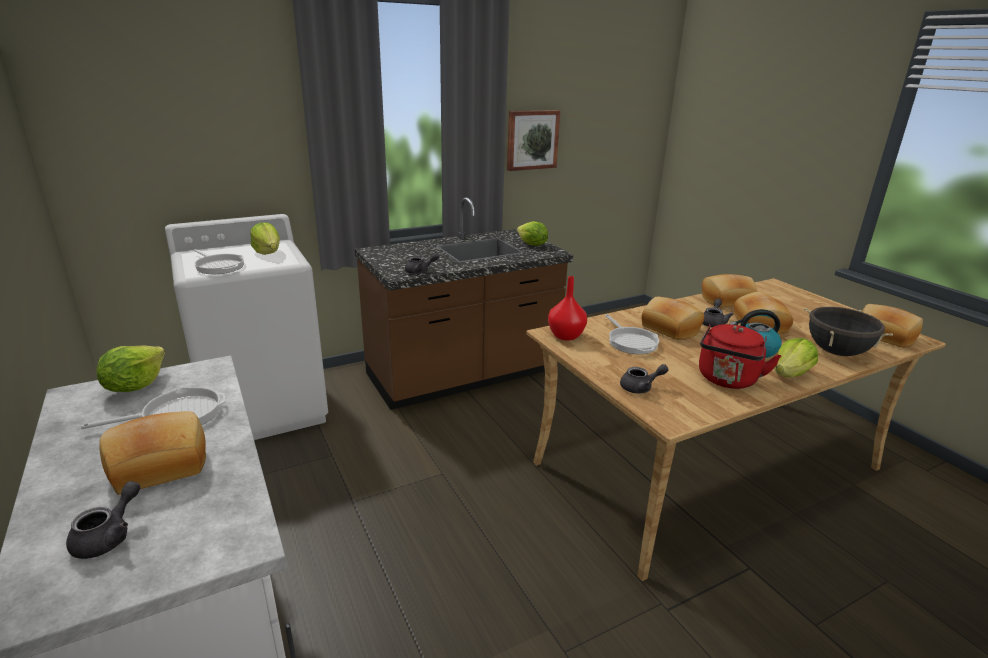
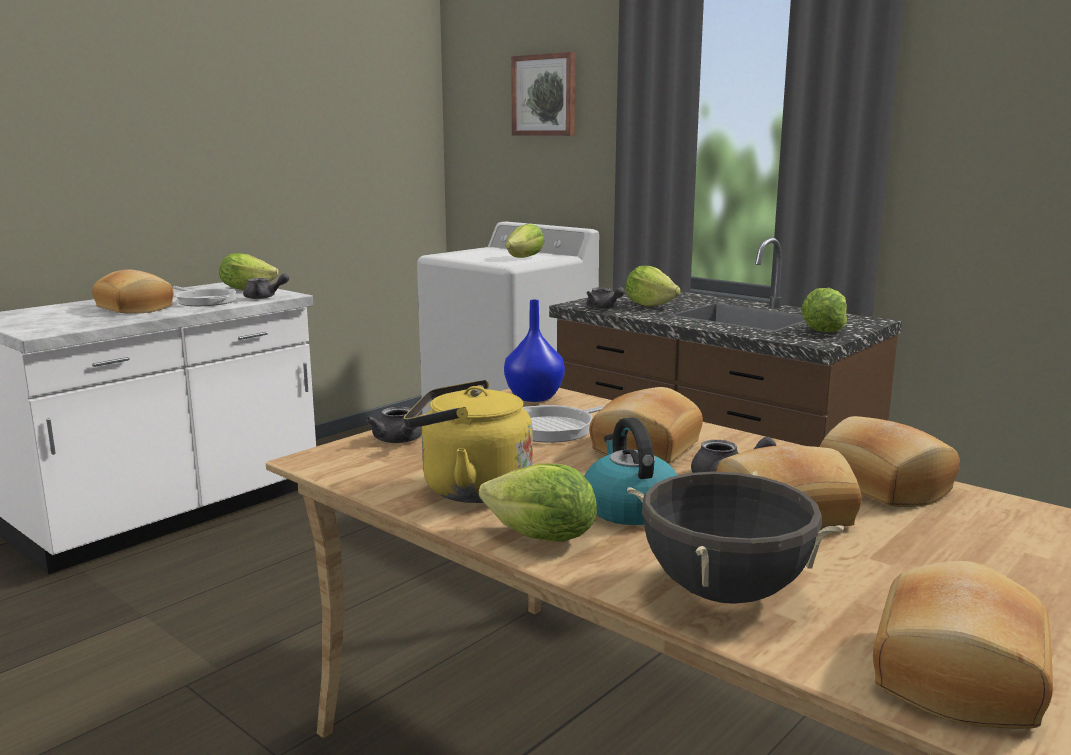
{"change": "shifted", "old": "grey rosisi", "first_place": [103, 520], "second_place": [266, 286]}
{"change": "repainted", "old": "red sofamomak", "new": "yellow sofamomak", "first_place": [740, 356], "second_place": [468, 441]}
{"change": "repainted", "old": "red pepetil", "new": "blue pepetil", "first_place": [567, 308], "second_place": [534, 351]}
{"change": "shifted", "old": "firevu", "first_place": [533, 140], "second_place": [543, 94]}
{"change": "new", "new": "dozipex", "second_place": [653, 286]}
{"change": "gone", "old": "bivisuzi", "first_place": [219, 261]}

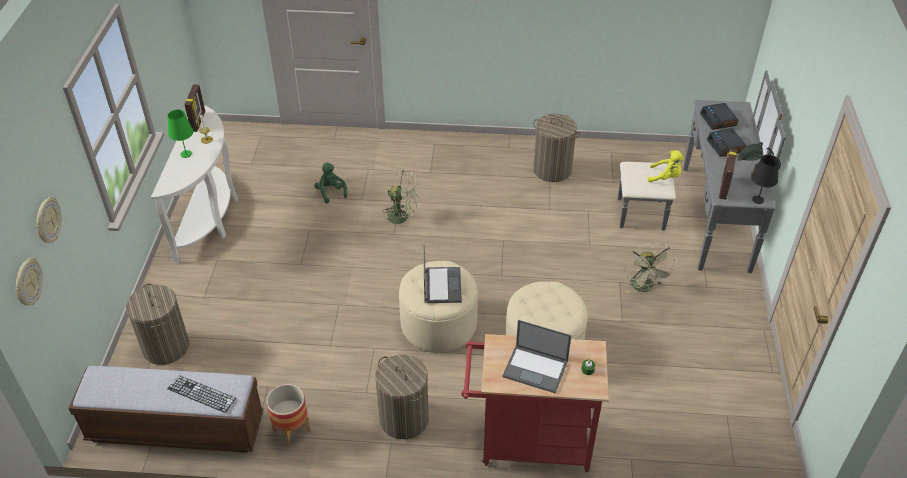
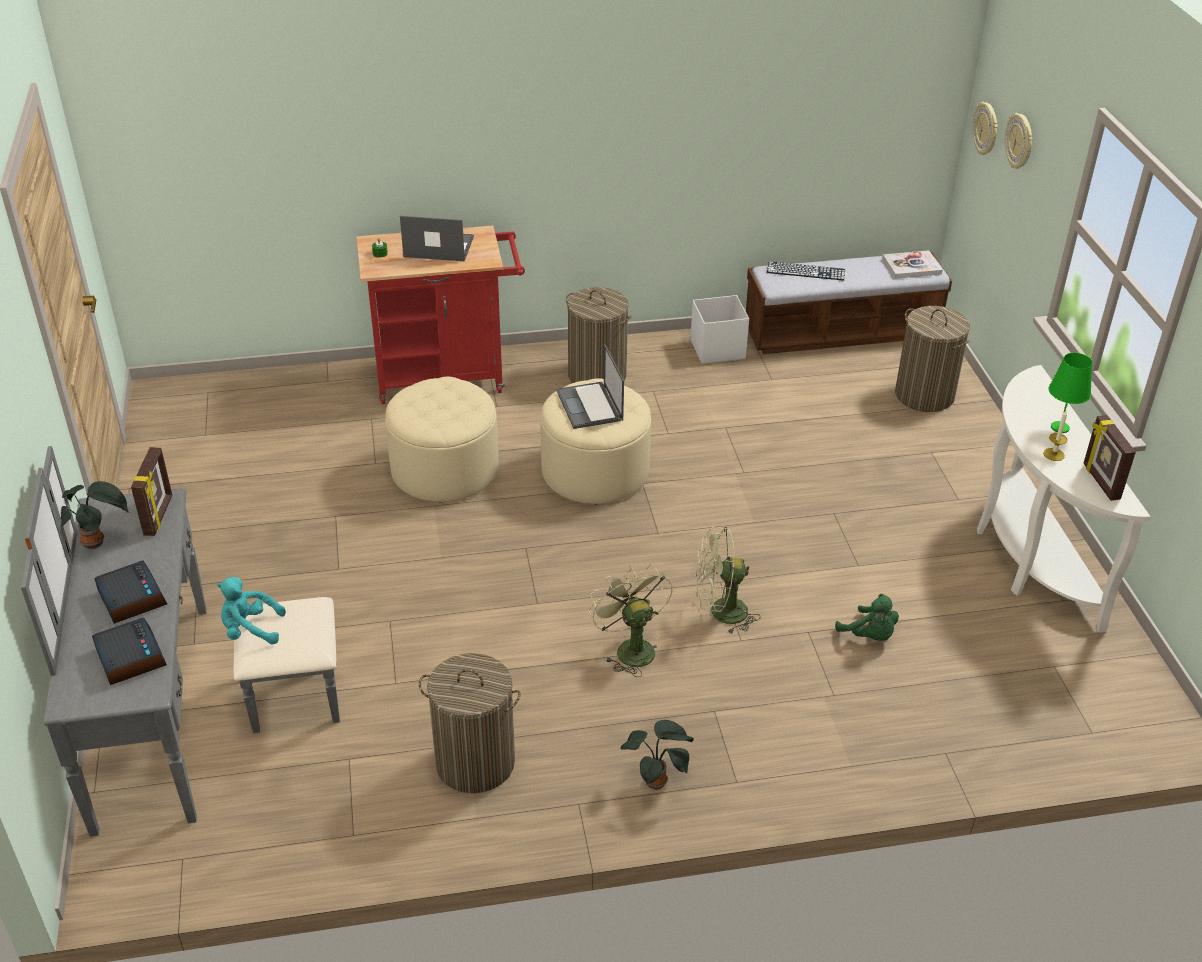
{"change": "repainted", "old": "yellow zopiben", "new": "turquoise zopiben", "first_place": [666, 166], "second_place": [251, 611]}
{"change": "shifted", "old": "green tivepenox", "first_place": [650, 268], "second_place": [630, 620]}
{"change": "new", "new": "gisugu", "second_place": [657, 755]}
{"change": "swapped", "old": "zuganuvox", "new": "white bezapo", "first_place": [288, 415], "second_place": [719, 329]}
{"change": "new", "new": "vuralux", "second_place": [912, 264]}
{"change": "gone", "old": "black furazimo", "first_place": [765, 179]}

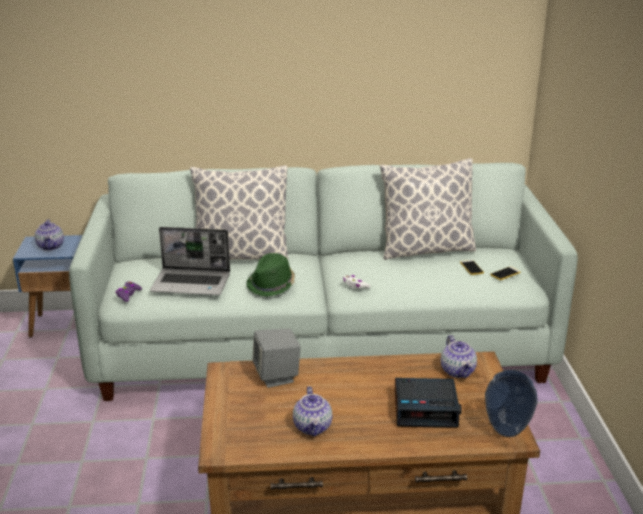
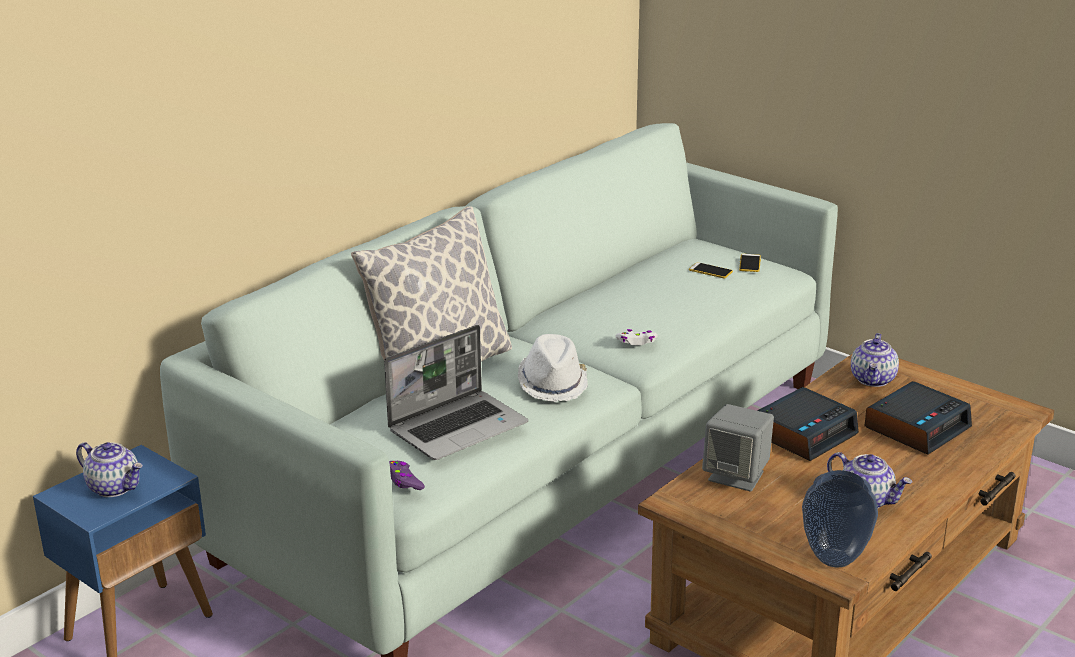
{"change": "repainted", "old": "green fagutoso", "new": "white fagutoso", "first_place": [270, 275], "second_place": [553, 368]}
{"change": "new", "new": "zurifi", "second_place": [808, 424]}
{"change": "shifted", "old": "pepetil", "first_place": [511, 403], "second_place": [840, 518]}
{"change": "rotated", "old": "rosisi", "first_place": [459, 356], "second_place": [875, 360], "degrees": 75}
{"change": "gone", "old": "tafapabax", "first_place": [428, 209]}

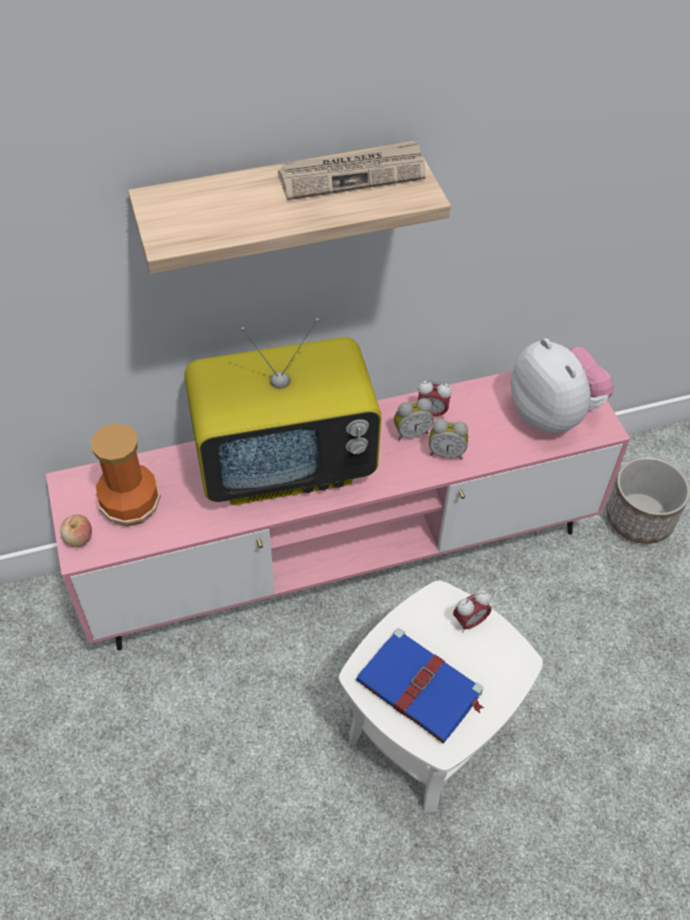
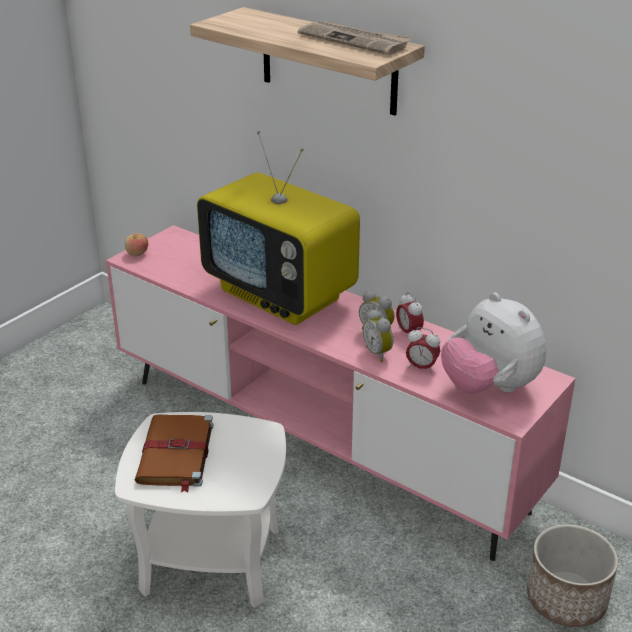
{"change": "repainted", "old": "blue vuralux", "new": "brown vuralux", "first_place": [420, 685], "second_place": [174, 453]}
{"change": "shifted", "old": "zurifi", "first_place": [472, 611], "second_place": [423, 350]}
{"change": "rotated", "old": "zopiben", "first_place": [562, 385], "second_place": [494, 343], "degrees": 120}
{"change": "gone", "old": "pepetil", "first_place": [126, 474]}

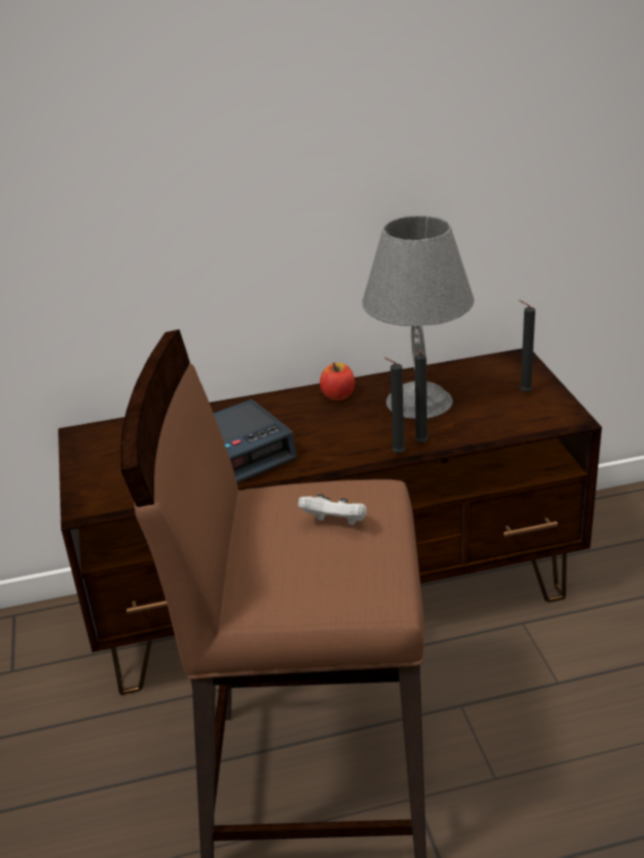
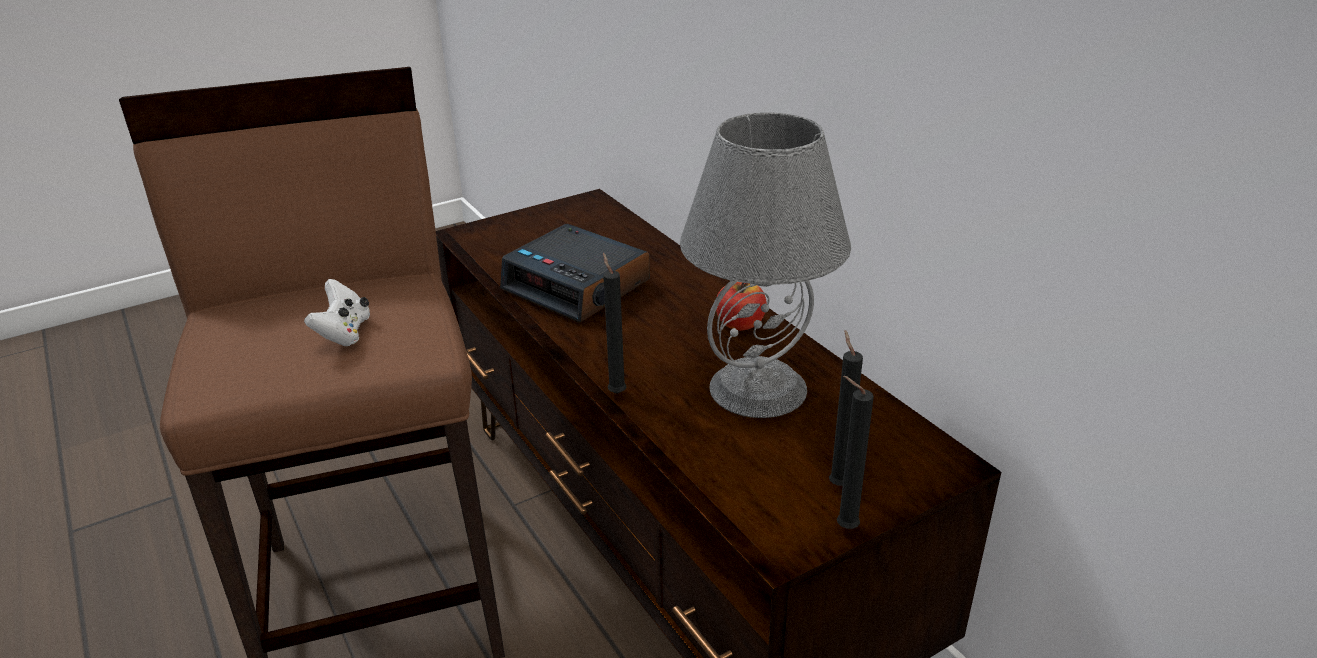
{"change": "shifted", "old": "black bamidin", "first_place": [421, 397], "second_place": [855, 452]}

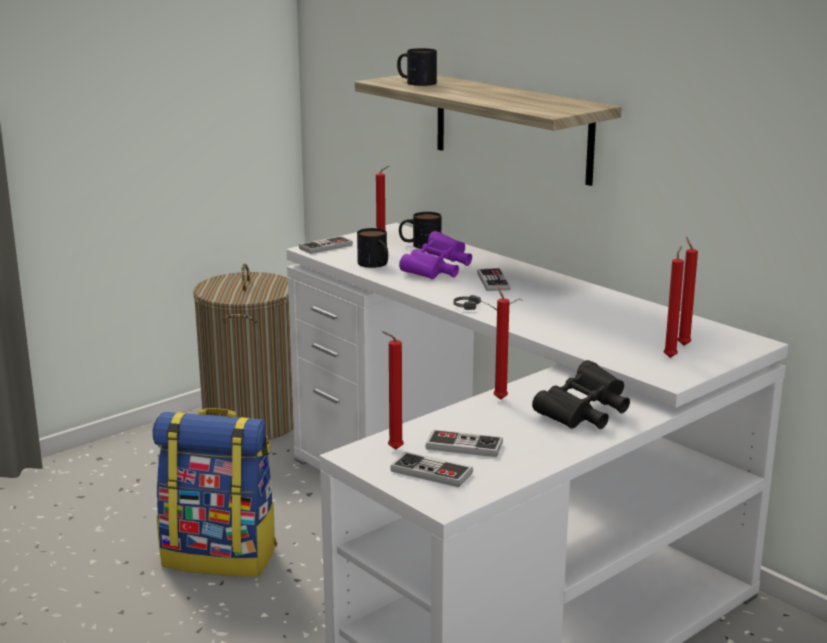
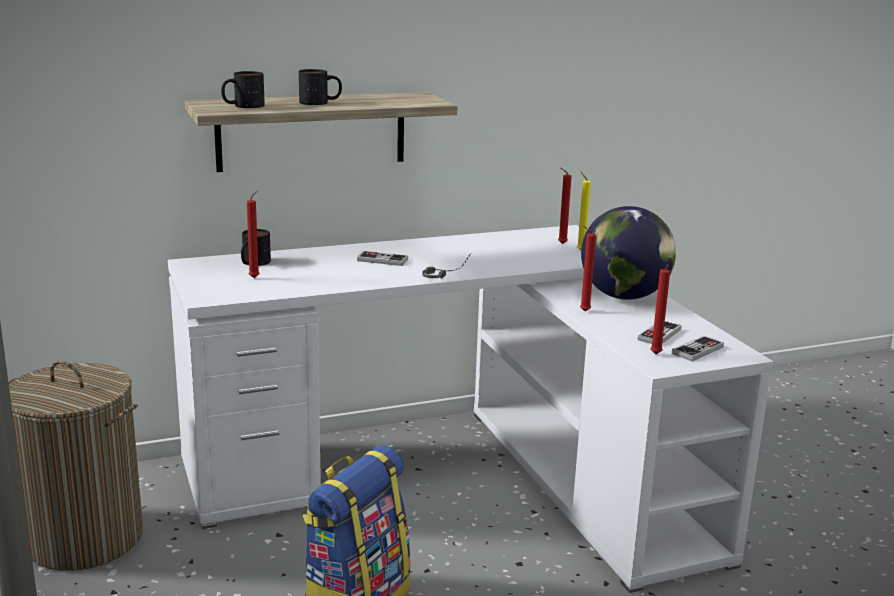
{"change": "shifted", "old": "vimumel", "first_place": [372, 248], "second_place": [320, 87]}
{"change": "repainted", "old": "red bamidin", "new": "yellow bamidin", "first_place": [674, 302], "second_place": [584, 211]}
{"change": "swapped", "old": "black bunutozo", "new": "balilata", "first_place": [581, 394], "second_place": [628, 253]}
{"change": "gone", "old": "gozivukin", "first_place": [326, 245]}
{"change": "gone", "old": "purple bunutozo", "first_place": [435, 255]}

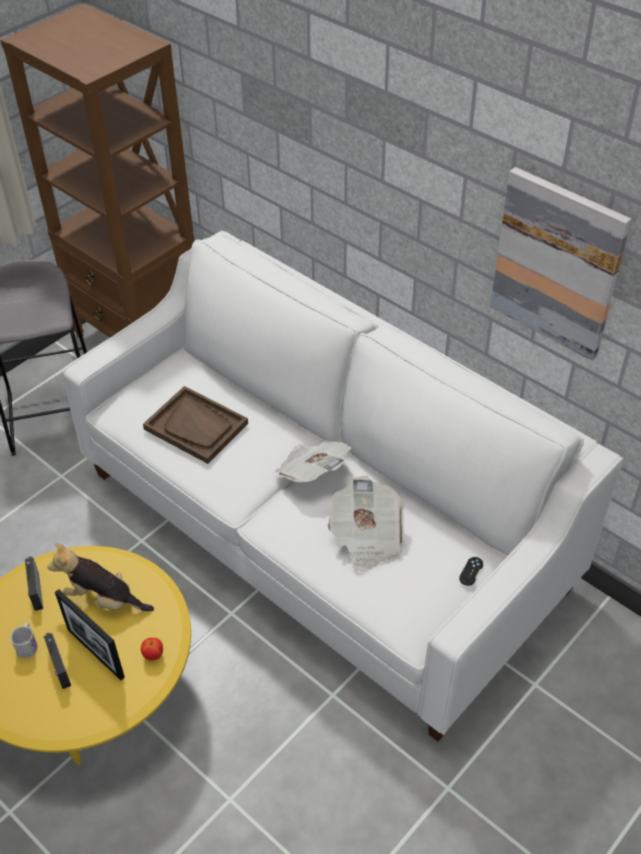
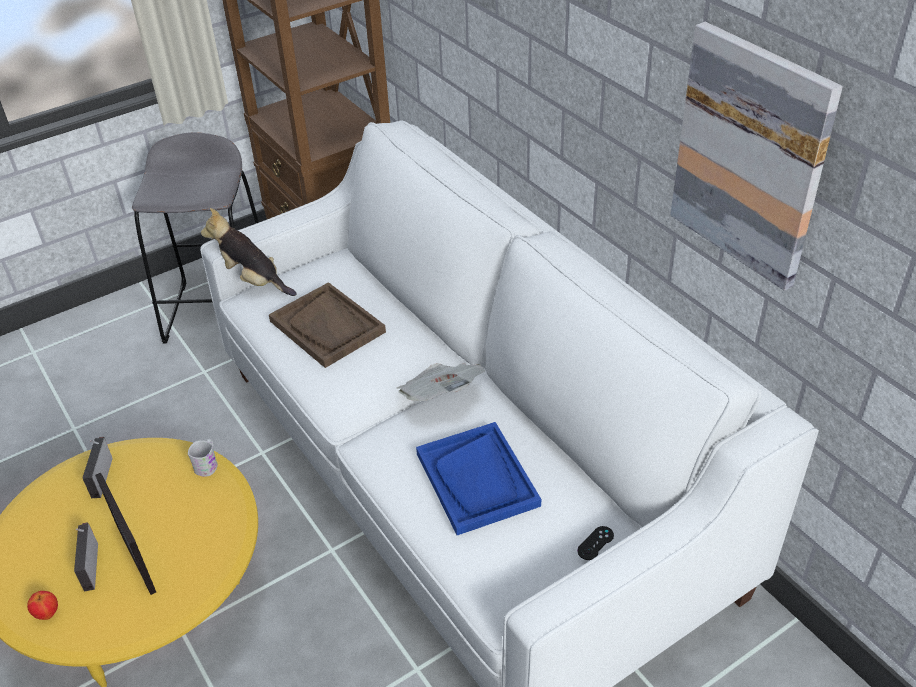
{"change": "shifted", "old": "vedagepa", "first_place": [152, 649], "second_place": [42, 605]}
{"change": "shifted", "old": "white vimumel", "first_place": [24, 640], "second_place": [203, 457]}
{"change": "shifted", "old": "zopiben", "first_place": [100, 577], "second_place": [249, 252]}
{"change": "swapped", "old": "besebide", "new": "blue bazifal", "first_place": [366, 524], "second_place": [478, 478]}

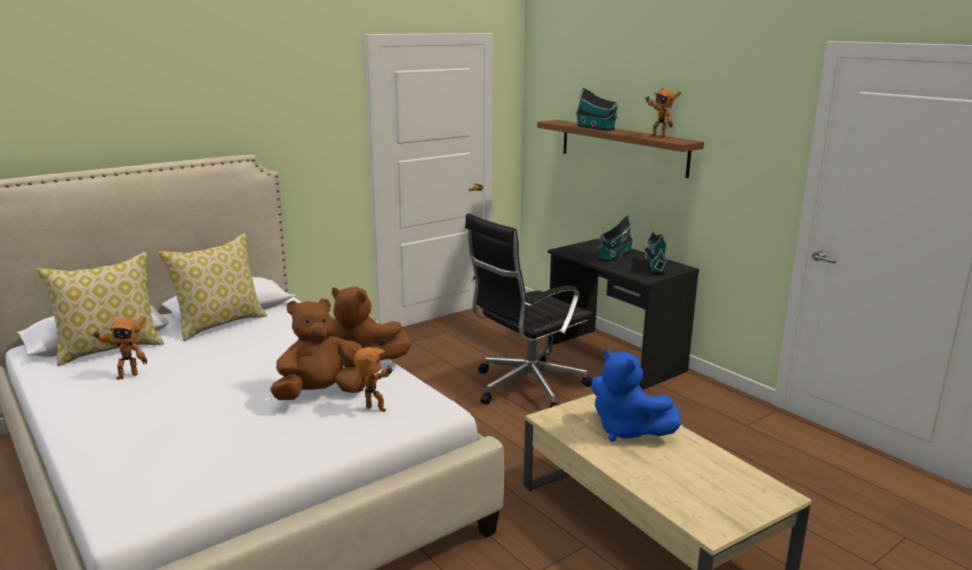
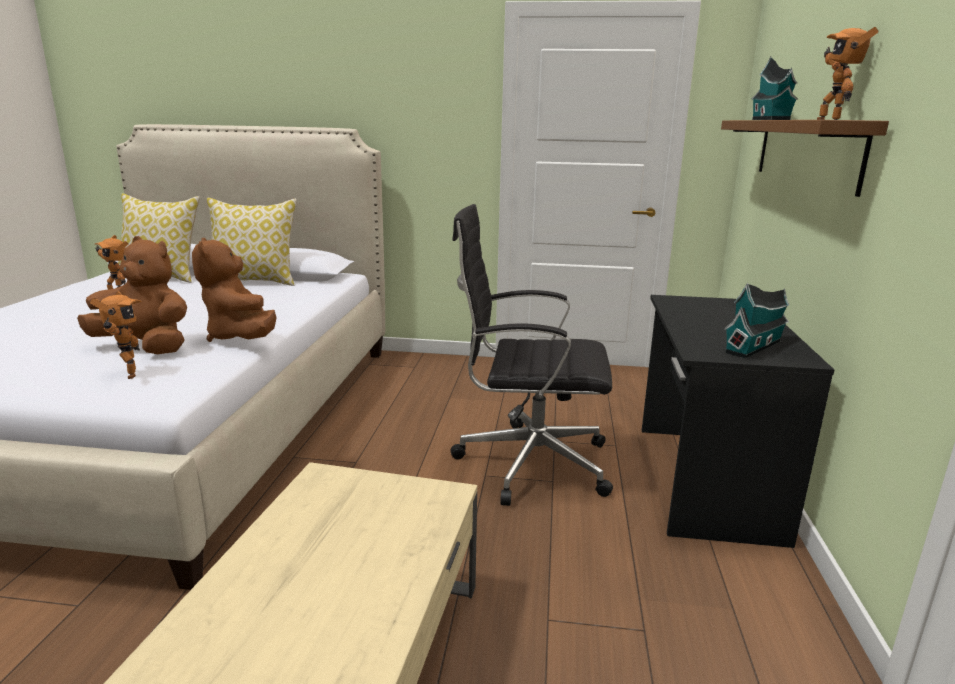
{"change": "gone", "old": "blue zopiben", "first_place": [636, 395]}
{"change": "gone", "old": "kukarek", "first_place": [615, 238]}

